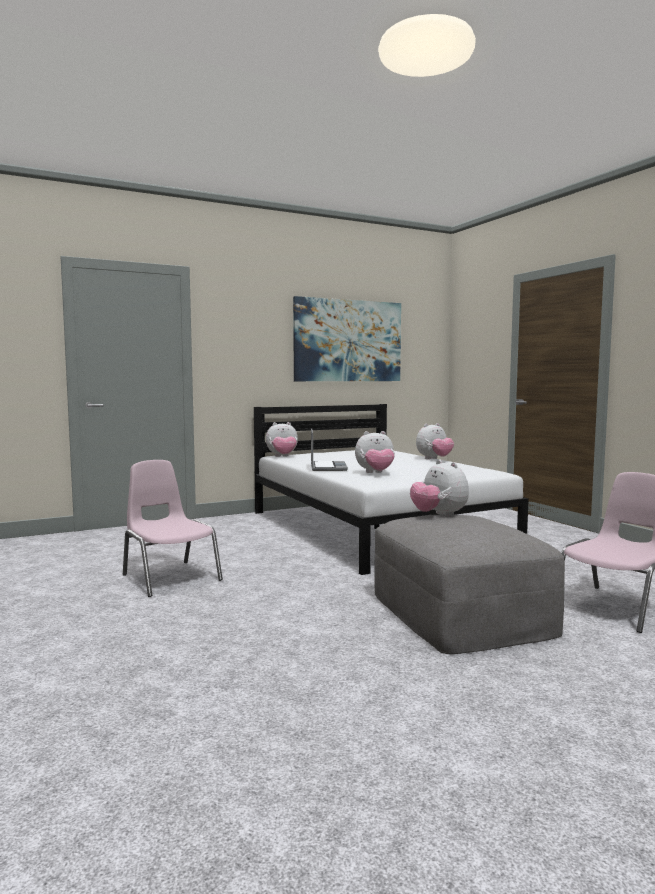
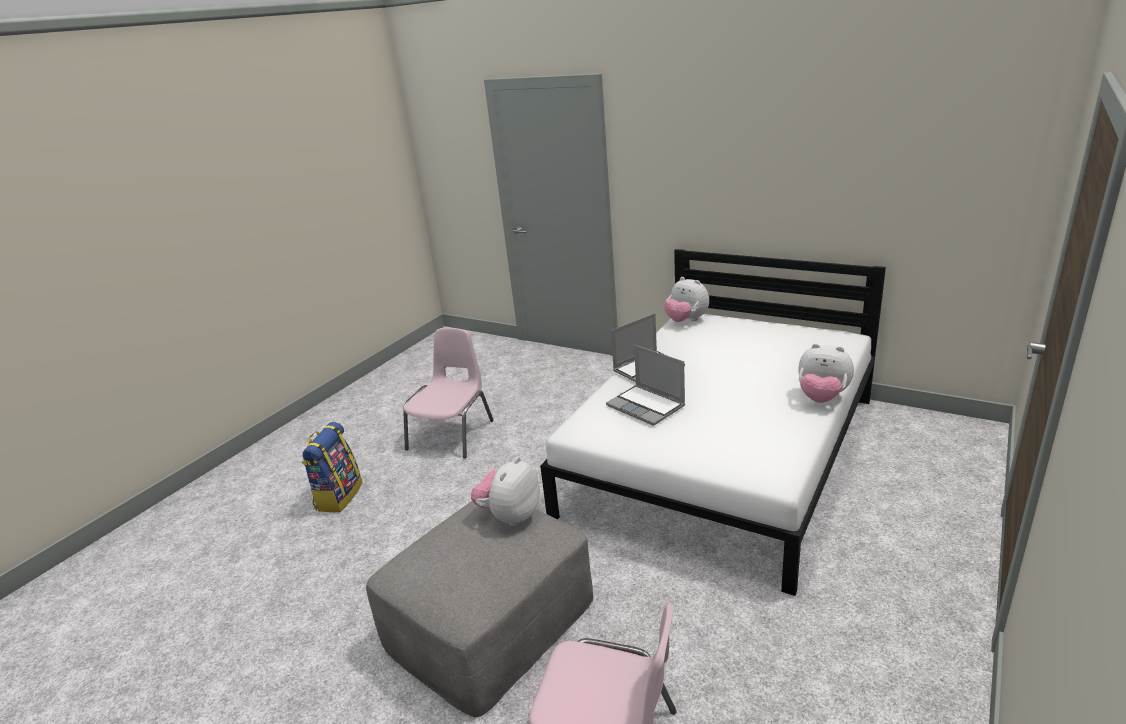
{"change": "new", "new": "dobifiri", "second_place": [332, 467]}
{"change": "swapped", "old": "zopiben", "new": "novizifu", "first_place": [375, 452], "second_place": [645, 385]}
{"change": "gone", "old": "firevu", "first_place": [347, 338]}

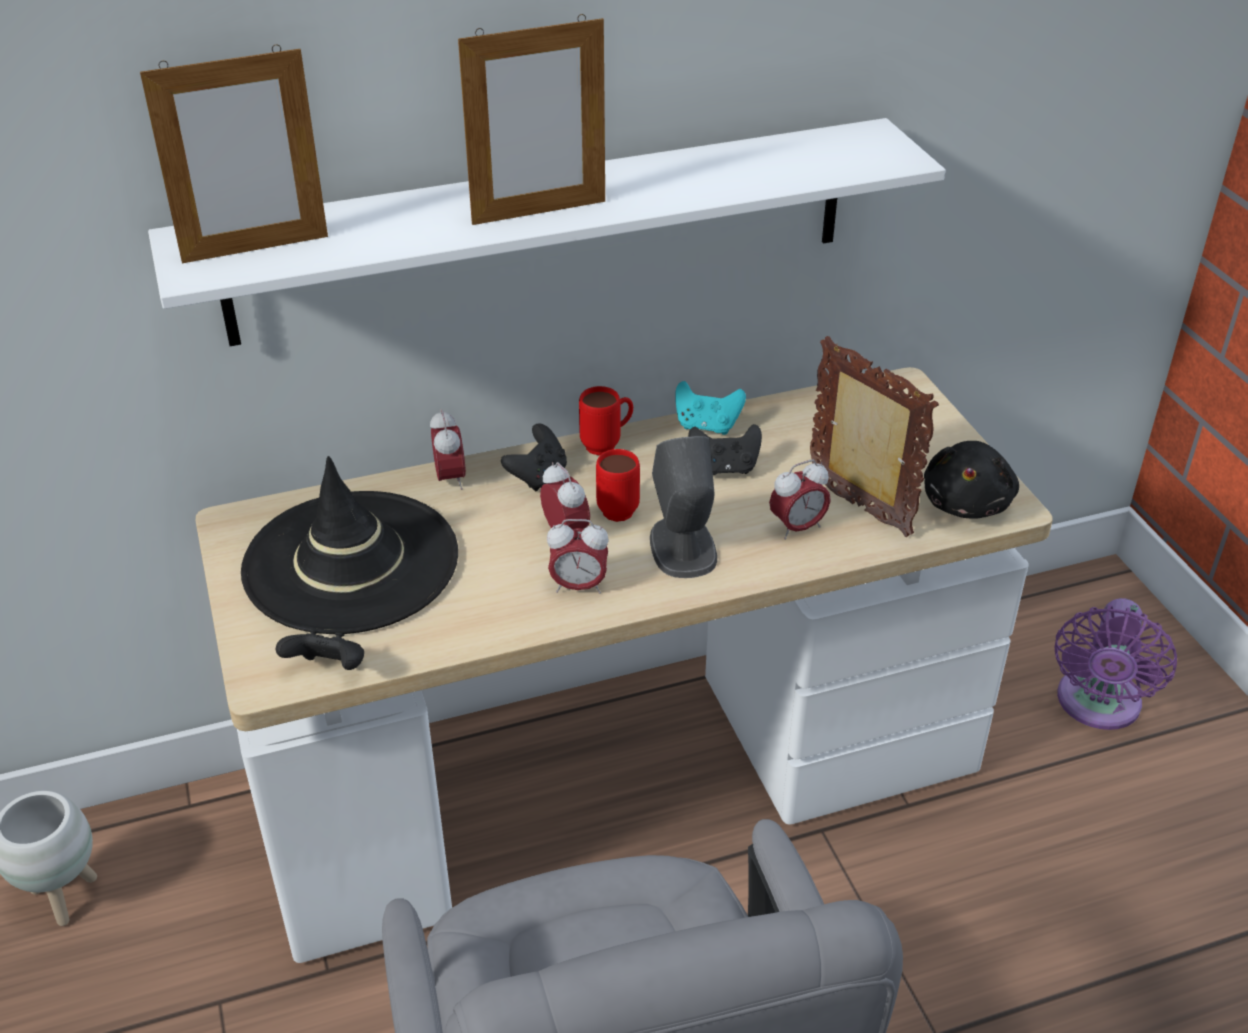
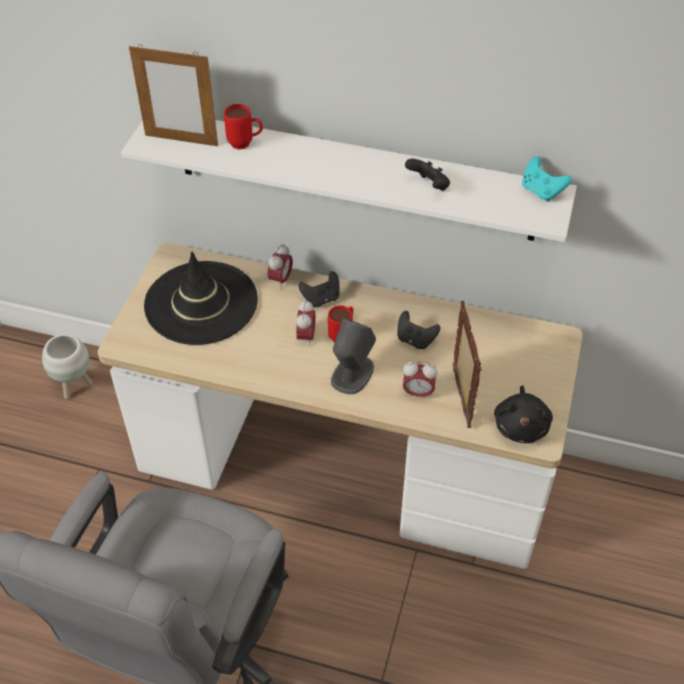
{"change": "shifted", "old": "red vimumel", "first_place": [606, 421], "second_place": [243, 126]}
{"change": "shifted", "old": "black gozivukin", "first_place": [320, 649], "second_place": [427, 175]}
{"change": "rotated", "old": "black zopiben", "first_place": [971, 479], "second_place": [523, 414], "degrees": -45}
{"change": "shifted", "old": "turquoise gozivukin", "first_place": [710, 408], "second_place": [547, 179]}
{"change": "gone", "old": "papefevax", "first_place": [531, 119]}
{"change": "gone", "old": "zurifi", "first_place": [578, 556]}
{"change": "gone", "old": "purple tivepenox", "first_place": [1116, 664]}

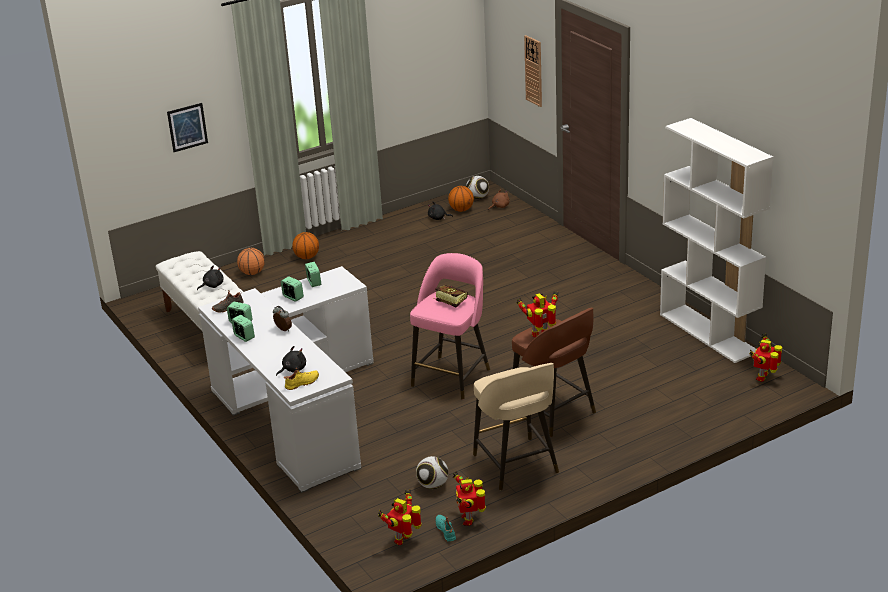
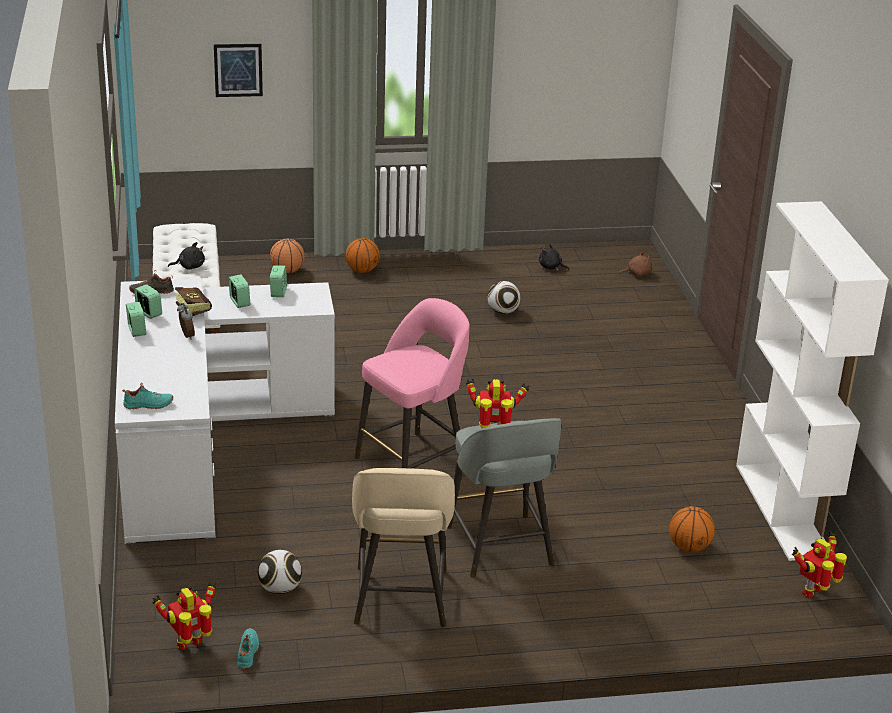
{"change": "repainted", "old": "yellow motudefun", "new": "turquoise motudefun", "first_place": [301, 379], "second_place": [147, 396]}
{"change": "shifted", "old": "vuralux", "first_place": [450, 296], "second_place": [193, 301]}
{"change": "repainted", "old": "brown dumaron", "new": "grey dumaron", "first_place": [554, 372], "second_place": [504, 498]}
{"change": "shifted", "old": "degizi", "first_place": [477, 187], "second_place": [504, 297]}
{"change": "shifted", "old": "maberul", "first_place": [461, 199], "second_place": [692, 529]}
{"change": "gone", "old": "black zopiben", "first_place": [291, 361]}
{"change": "gone", "old": "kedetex", "first_place": [469, 498]}
{"change": "gone", "old": "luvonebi", "first_place": [533, 71]}

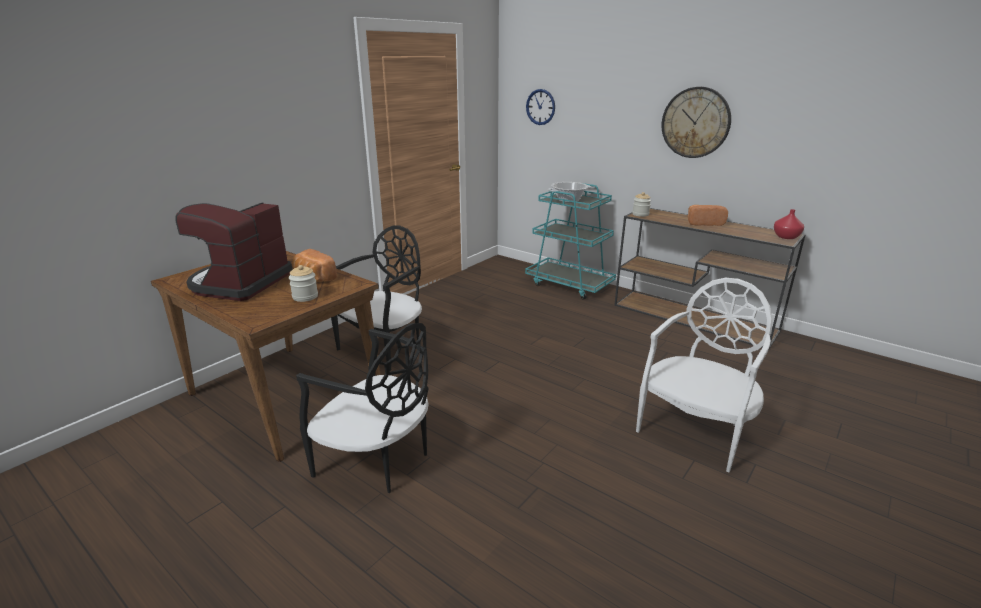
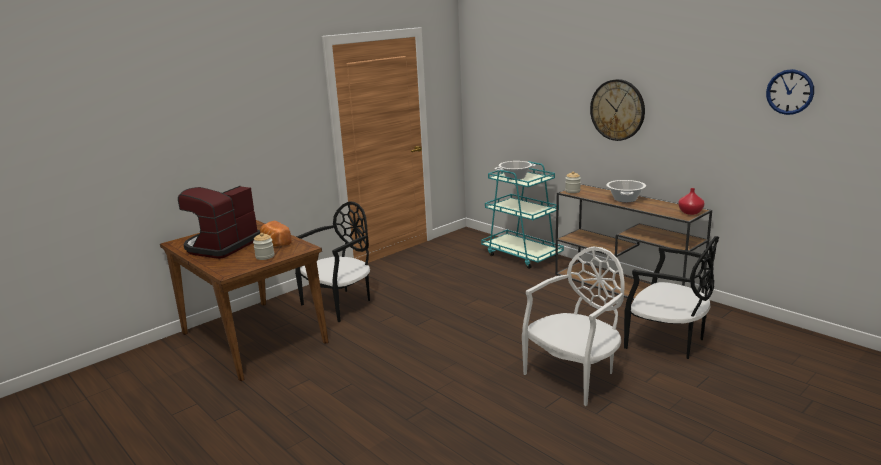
{"change": "swapped", "old": "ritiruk", "new": "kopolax", "first_place": [708, 215], "second_place": [626, 191]}
{"change": "shifted", "old": "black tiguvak", "first_place": [362, 408], "second_place": [671, 297]}
{"change": "shifted", "old": "luvonebi", "first_place": [540, 107], "second_place": [790, 92]}

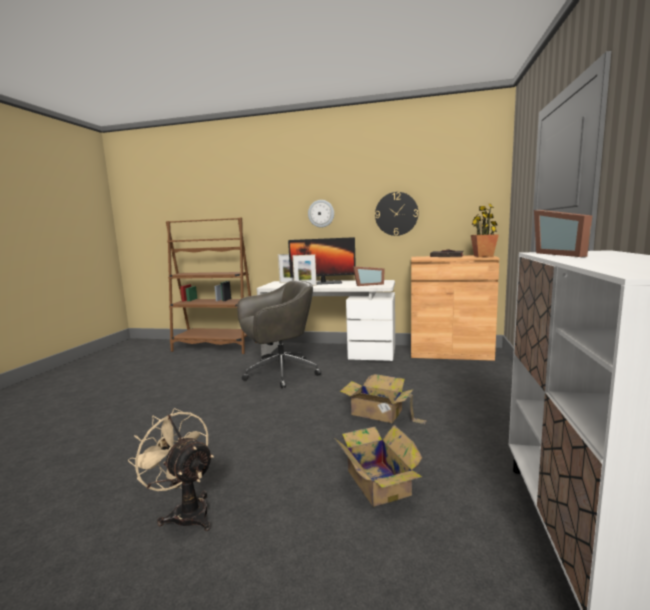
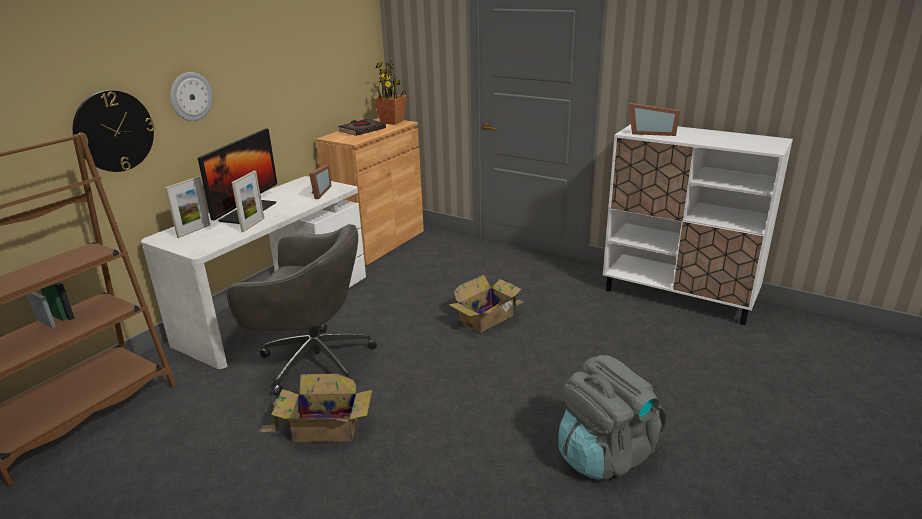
{"change": "shifted", "old": "luvonebi", "first_place": [396, 214], "second_place": [113, 131]}
{"change": "rotated", "old": "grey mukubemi", "first_place": [279, 334], "second_place": [302, 310], "degrees": 105}
{"change": "shifted", "old": "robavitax", "first_place": [379, 466], "second_place": [316, 408]}
{"change": "swapped", "old": "beige tivepenox", "new": "grey dobifiri", "first_place": [171, 469], "second_place": [612, 417]}

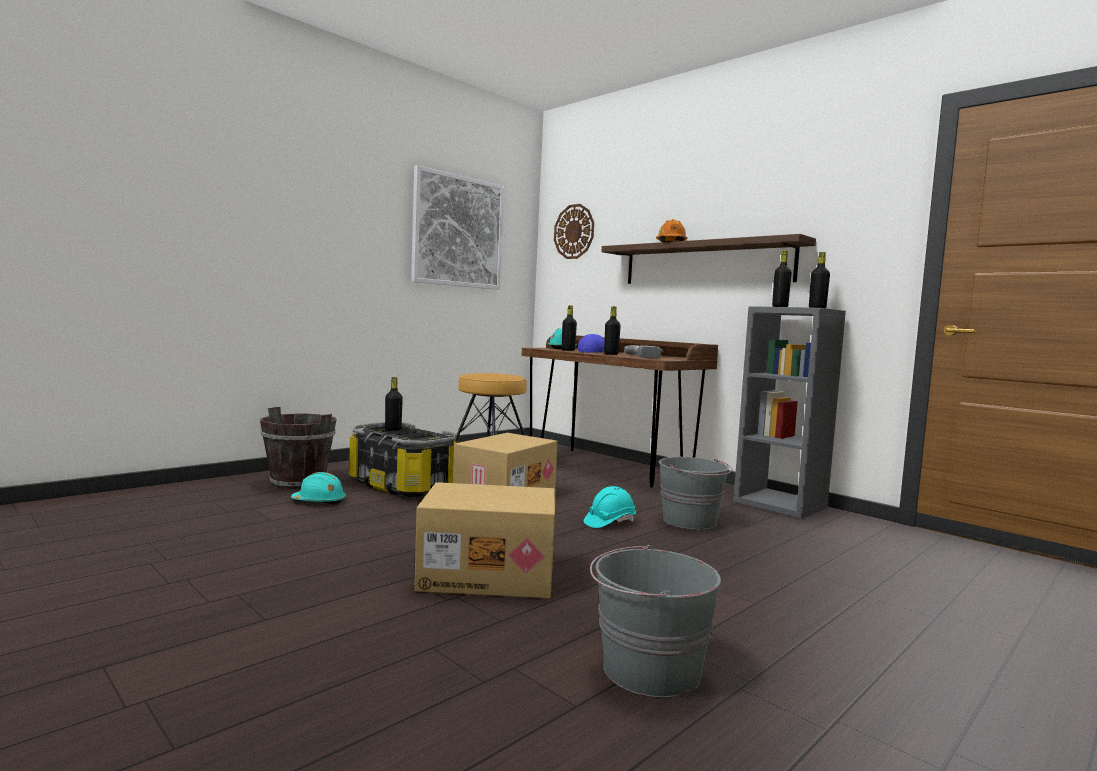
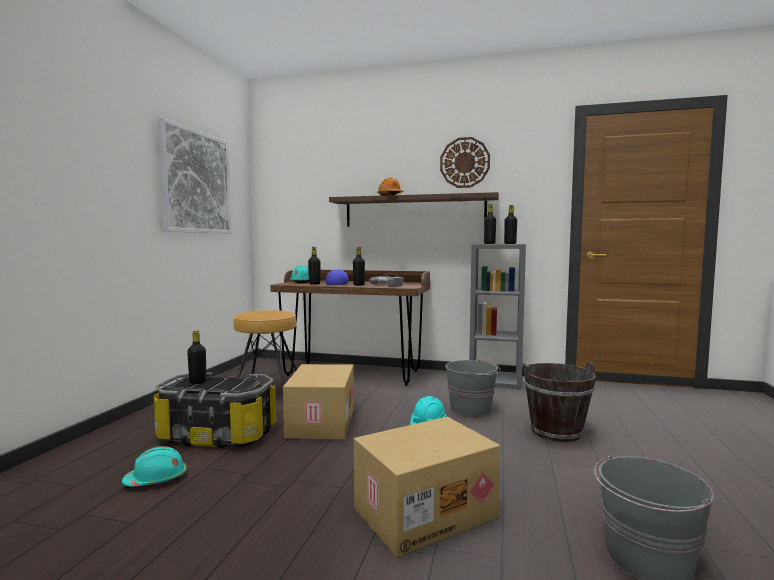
{"change": "shifted", "old": "luvonebi", "first_place": [574, 231], "second_place": [465, 162]}
{"change": "shifted", "old": "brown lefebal", "first_place": [298, 448], "second_place": [559, 402]}

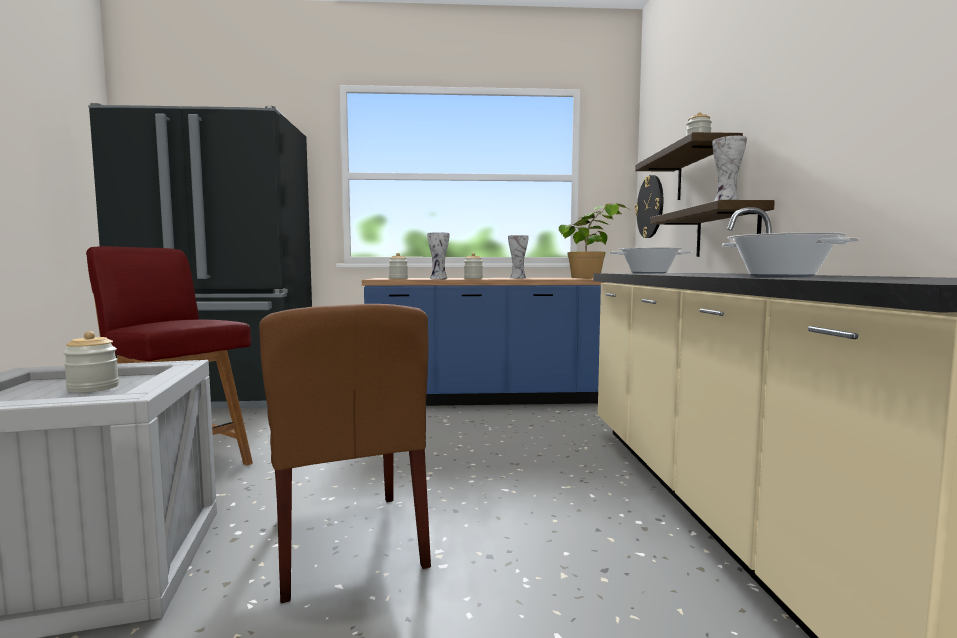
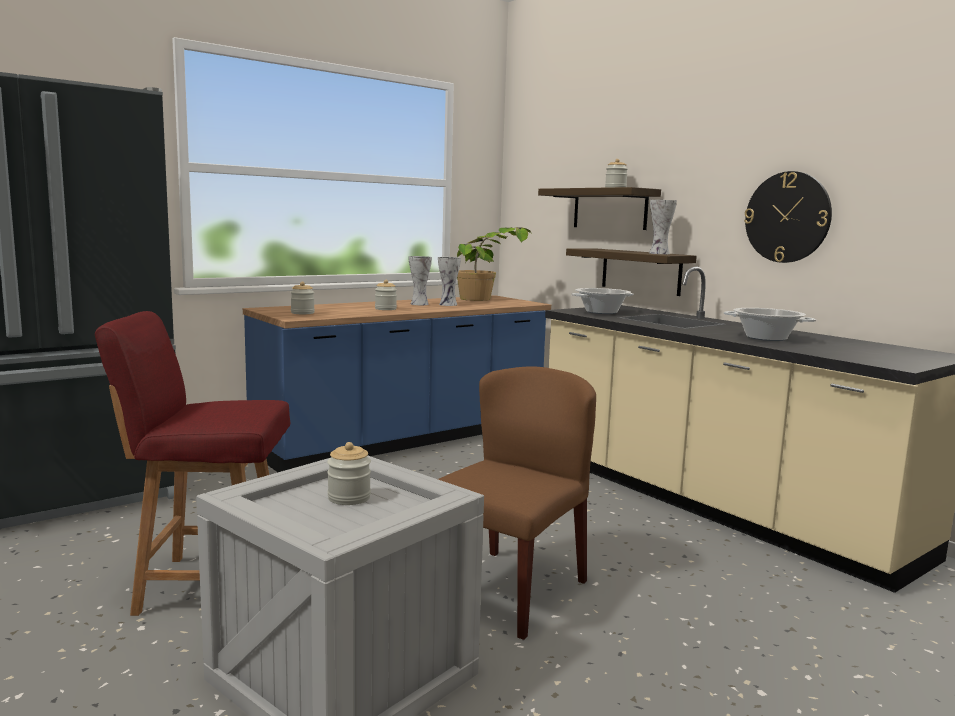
{"change": "shifted", "old": "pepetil", "first_place": [438, 255], "second_place": [449, 281]}
{"change": "rotated", "old": "brown tiguvak", "first_place": [345, 453], "second_place": [517, 503], "degrees": -90}
{"change": "shifted", "old": "luvonebi", "first_place": [649, 206], "second_place": [788, 217]}

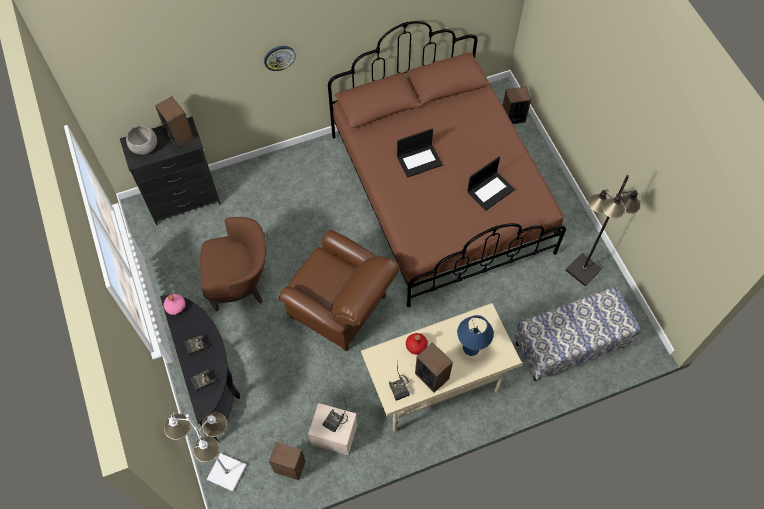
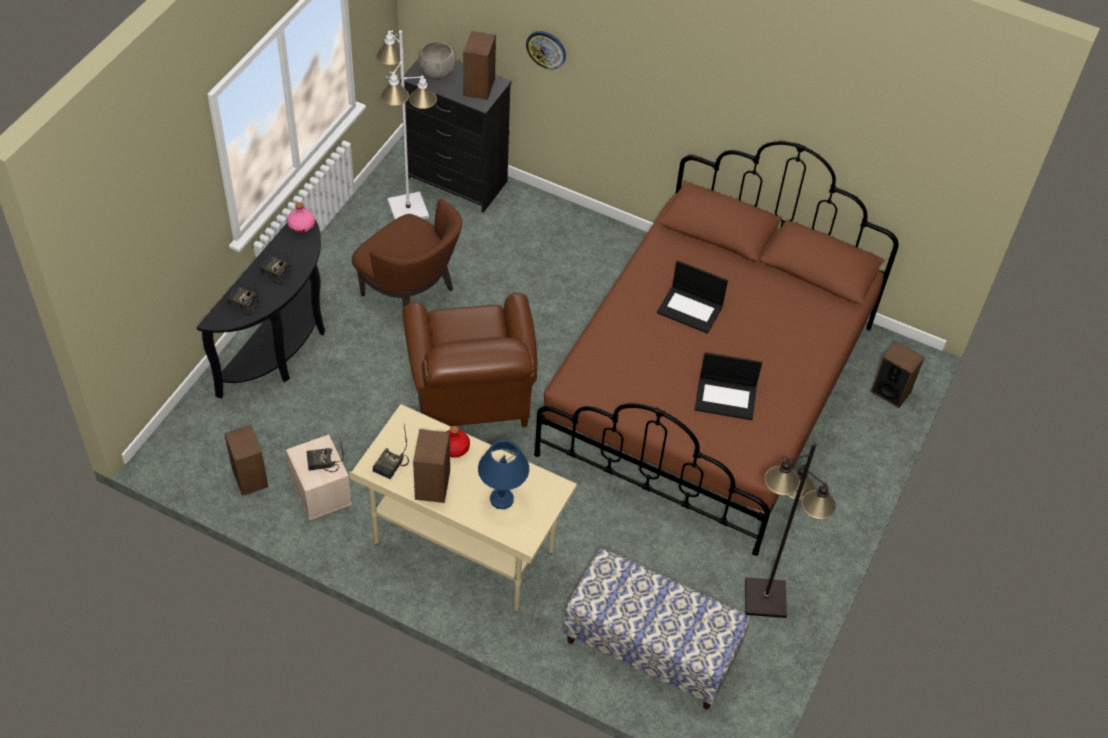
{"change": "shifted", "old": "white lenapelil", "first_place": [205, 451], "second_place": [406, 124]}
{"change": "shifted", "old": "luvonebi", "first_place": [280, 58], "second_place": [546, 50]}

